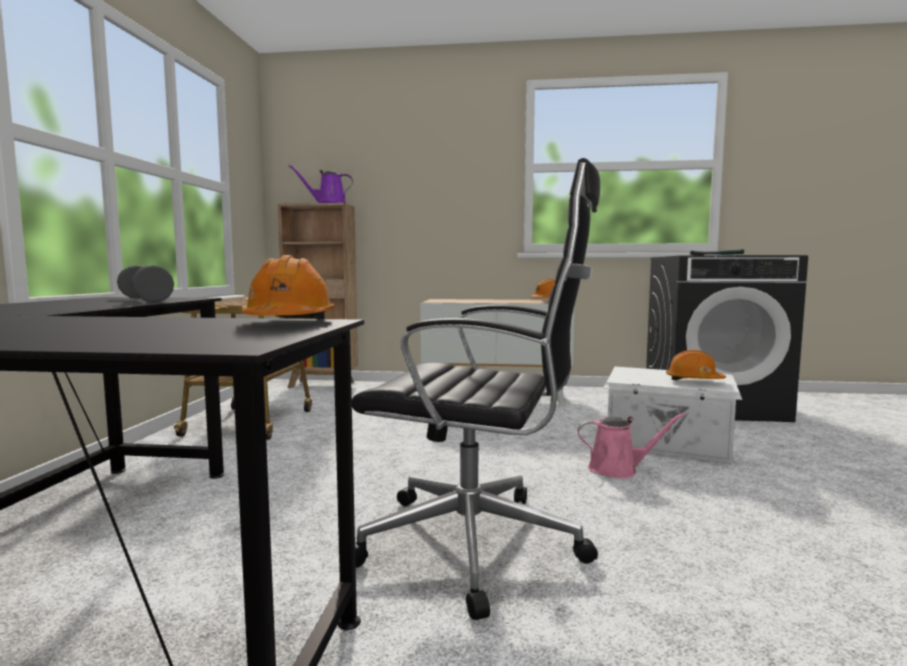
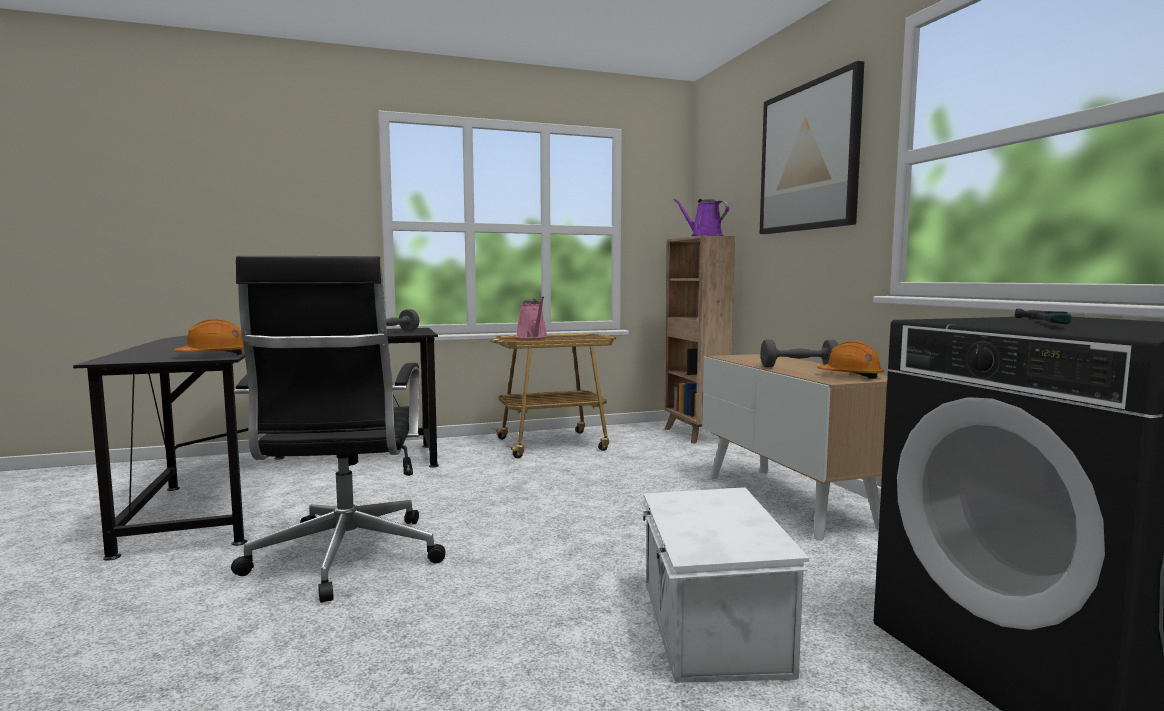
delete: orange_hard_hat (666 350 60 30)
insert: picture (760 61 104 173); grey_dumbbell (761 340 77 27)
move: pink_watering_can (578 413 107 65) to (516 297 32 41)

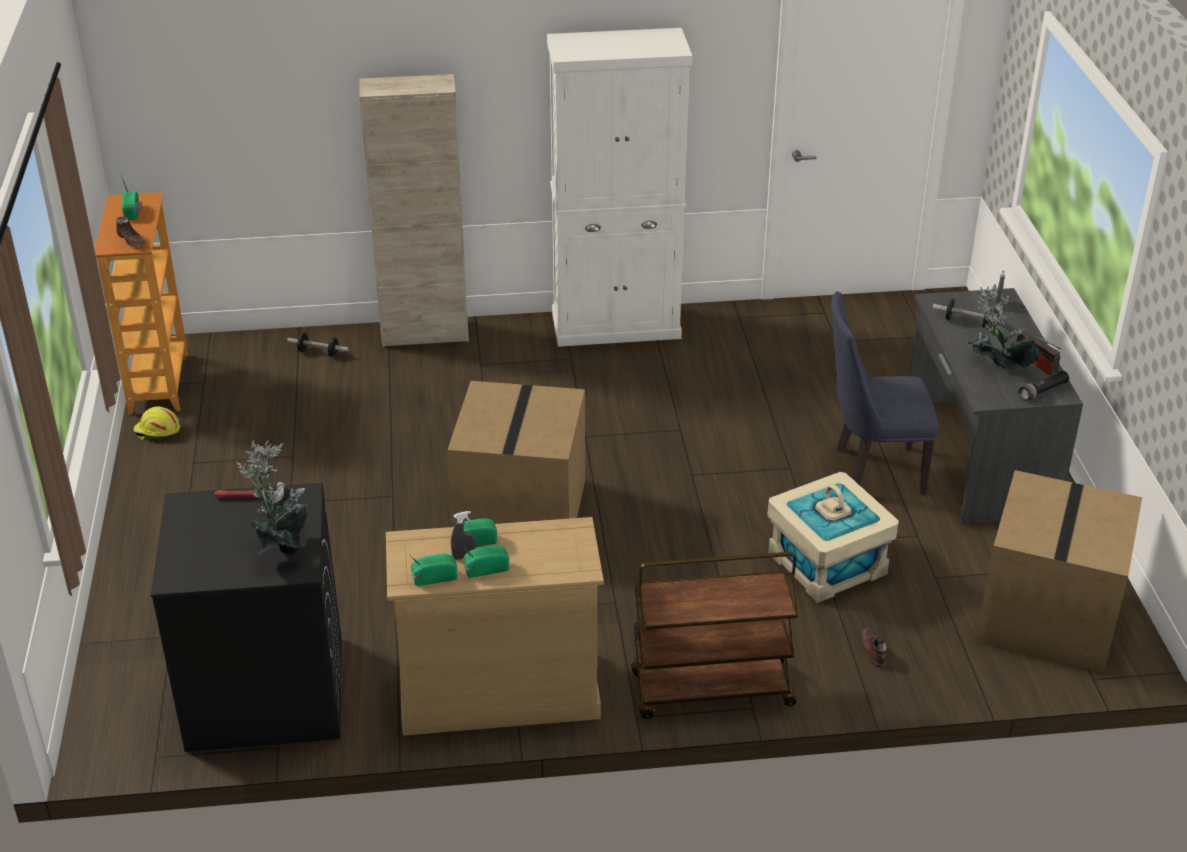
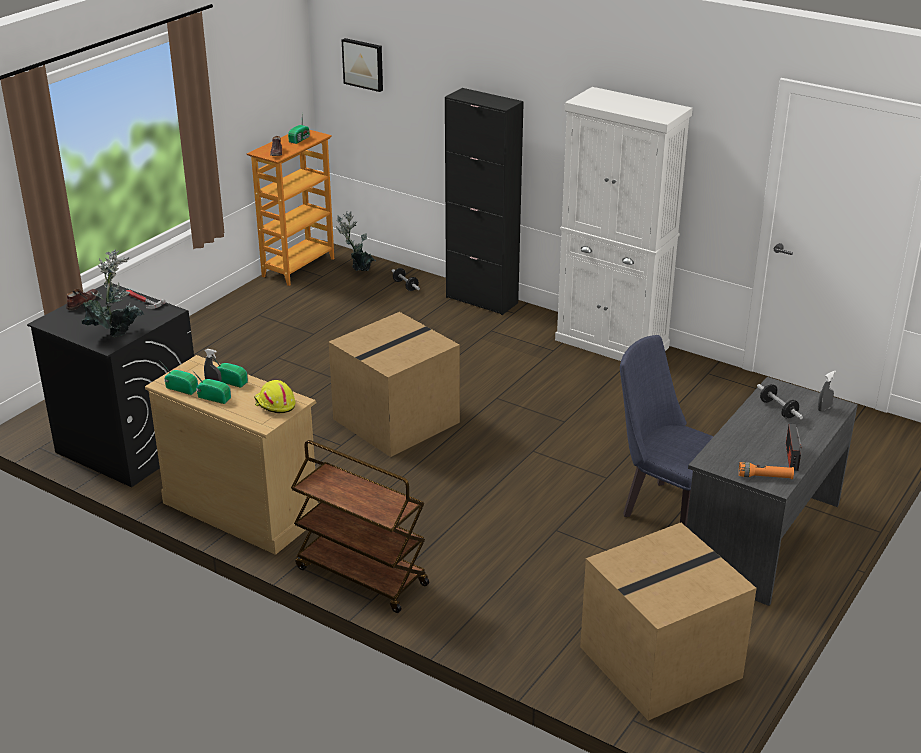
delete: beige_storage_box (767 472 132 131)
insert: picture (342 38 41 54)
move: yellow_hard_hat (134 406 46 34) to (254 380 42 33); brown_shoe (861 627 25 41) to (67 289 31 22); potted_plant (968 284 72 87) to (336 211 40 60)
recolor: beige_cabinet (360 74 109 273) to black_cabinet (445 88 79 227); black_flashlight (1019 371 50 30) to orange_flashlight (739 462 55 17)

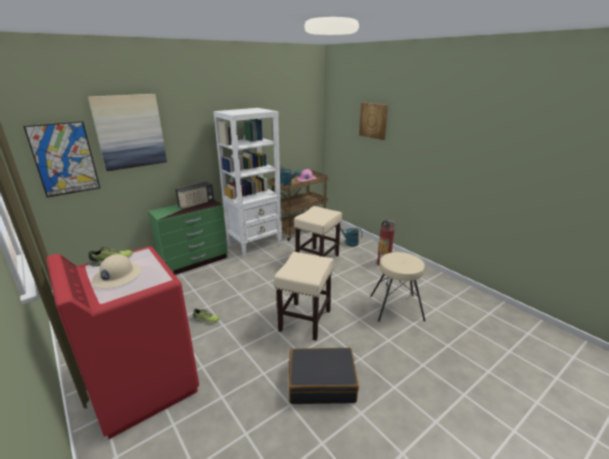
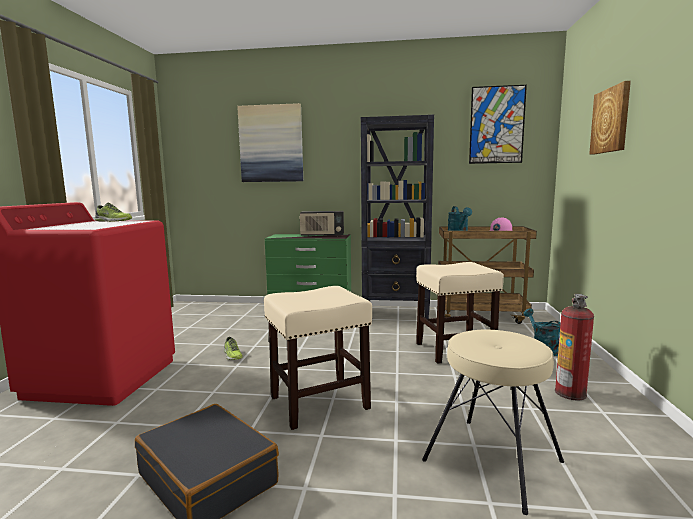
delete: beige_hard_hat (92 254 50 34)
move: picture (23 121 77 77) to (469 85 58 79)
recolor: white_bookcase (213 108 69 150) to black_bookcase (361 115 73 204)

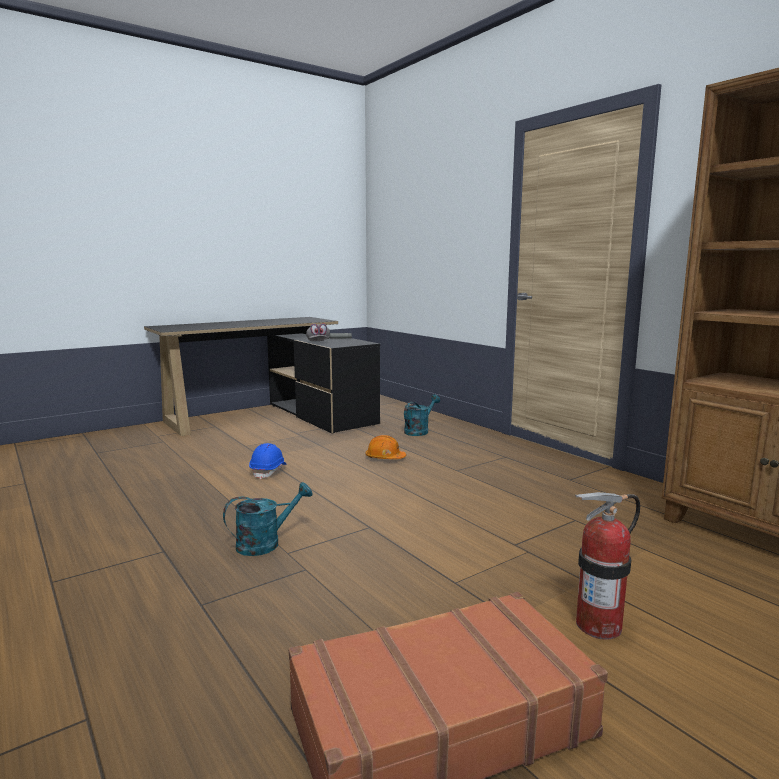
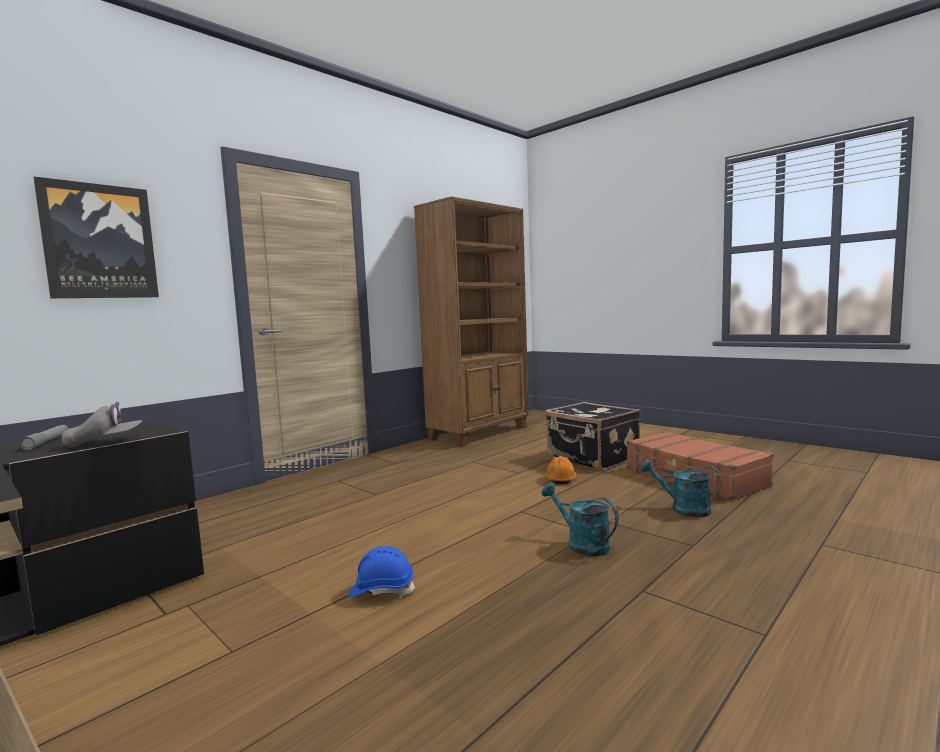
insert: picture (33 177 126 121)
move: orange_hard_hat (365 435 41 24) to (545 456 32 29); turquoise_watering_can (404 394 36 42) to (640 459 82 58)
replace: fire_extinguisher (575 492 65 148) to black_suitcase (545 402 95 68)

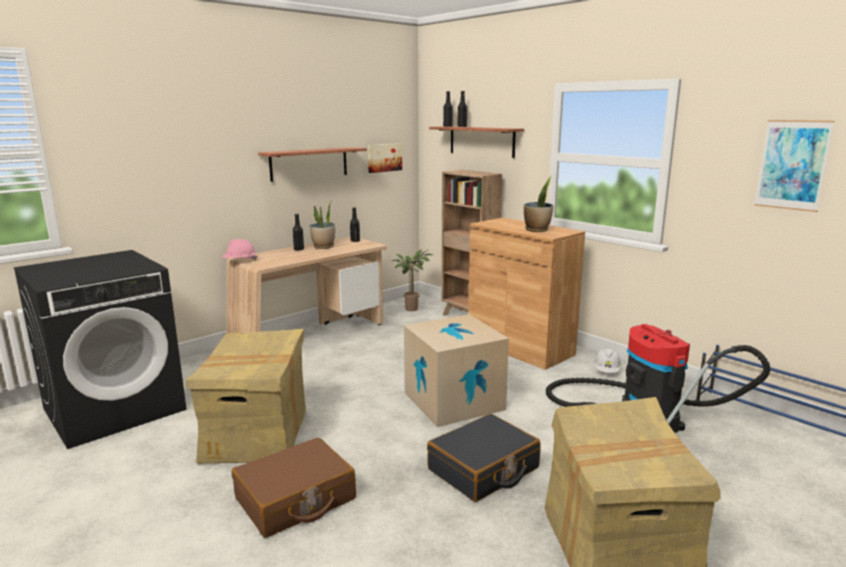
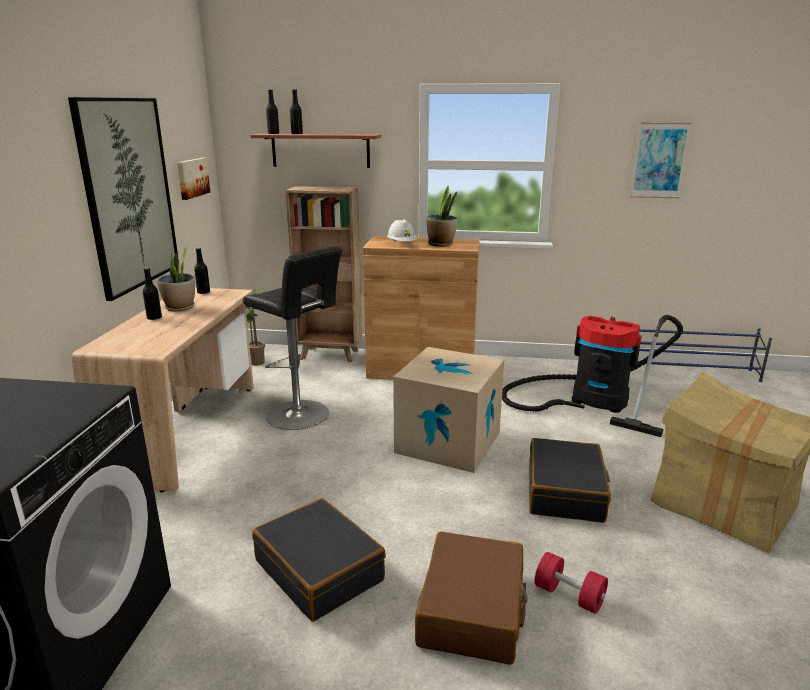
delete: pink_hard_hat (222 239 35 22)
insert: black_stool (243 246 99 184); red_dumbbell (535 552 73 62)
move: white_hard_hat (594 348 28 25) to (387 220 30 22)
replace: cardboard_box (185 329 121 134) to black_suitcase (252 498 134 124); shelf (258 147 109 35) to picture (68 97 110 204)

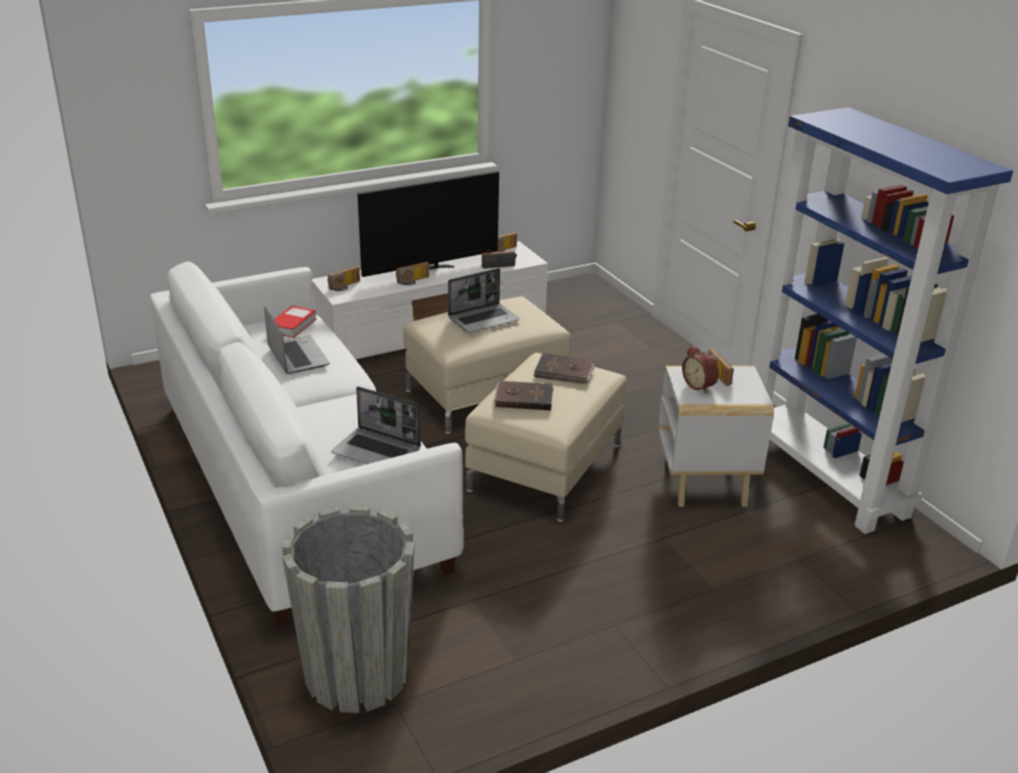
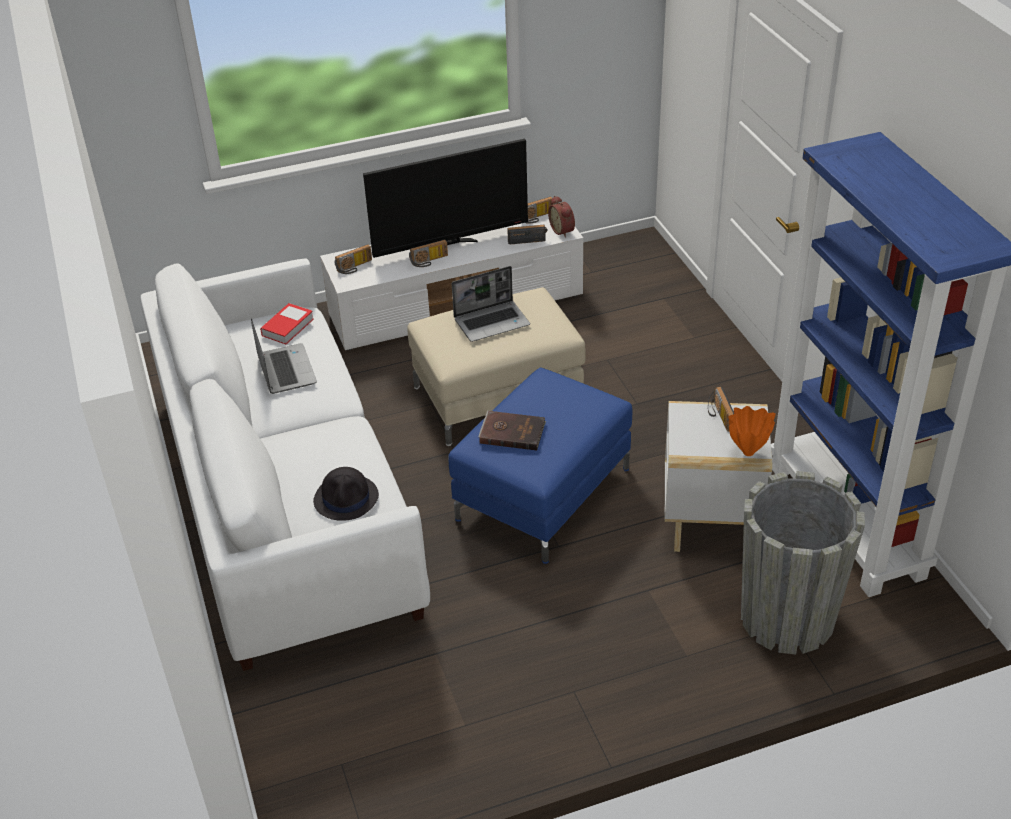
delete: brown_book (534 353 61 31)
insert: orange_vase (729 406 47 50)
move: grey_planter (282 505 133 208) to (741 471 124 184); alarm_clock (682 345 37 48) to (548 196 27 42)
replace: laptop (331 386 90 78) to black_hat (313 467 66 54)
recolor: beige_ottoman (465 353 162 169) to blue_ottoman (448 367 184 197)

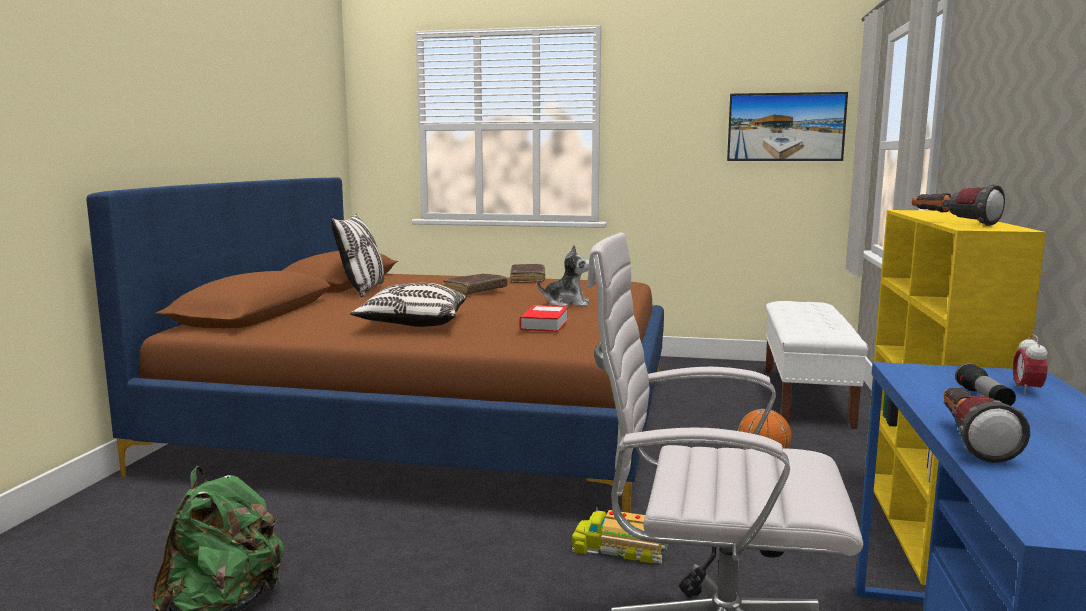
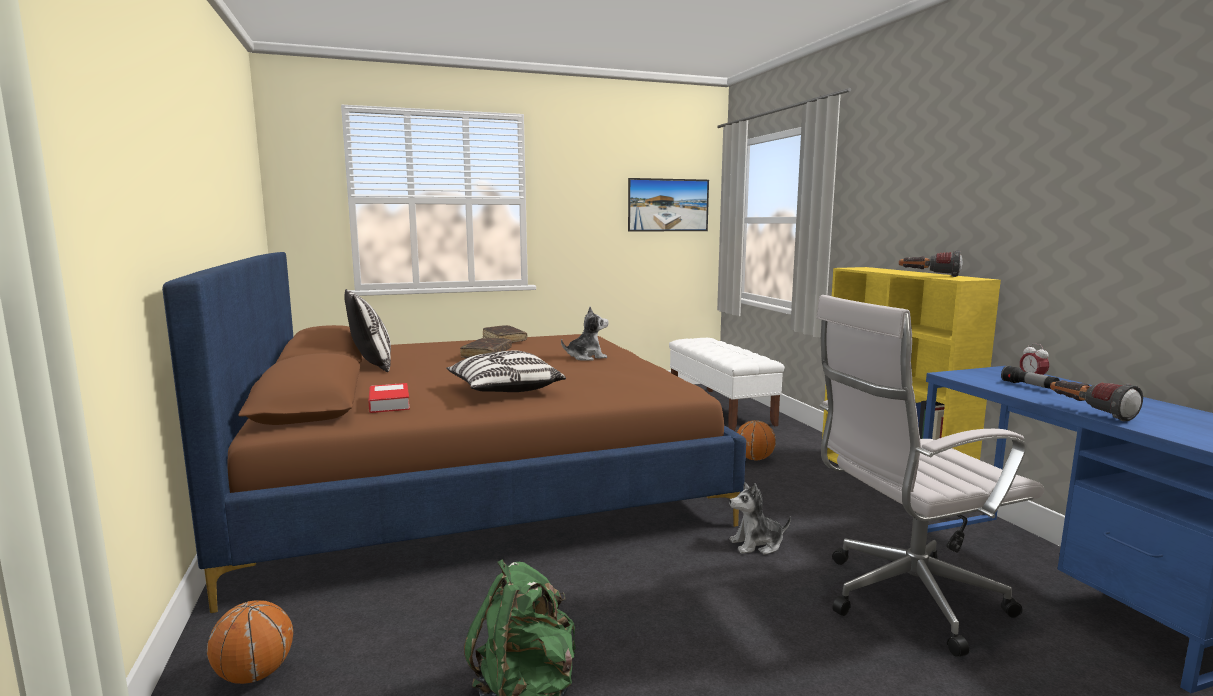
insert: basketball (207 600 86 84)
move: book (520 305 48 27) to (369 383 41 30)
replace: toy_truck (572 507 96 57) to plush_toy (729 482 62 73)

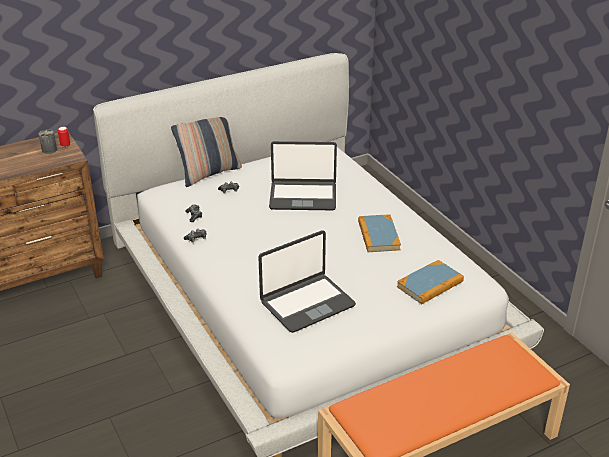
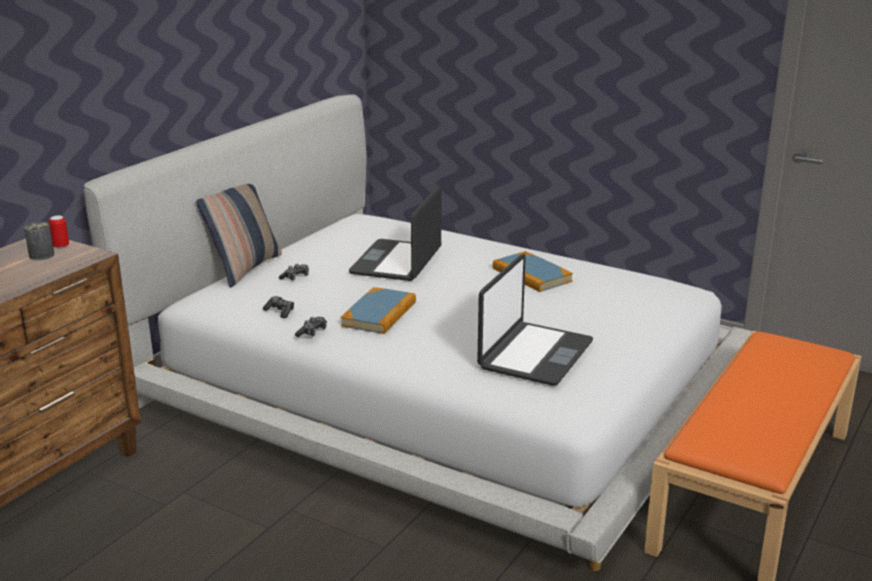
move: book (397 260 67 44) to (340 287 76 47)
rotate: laptop (269 141 68 69) = (349 186 92 95) 135 degrees clockwise

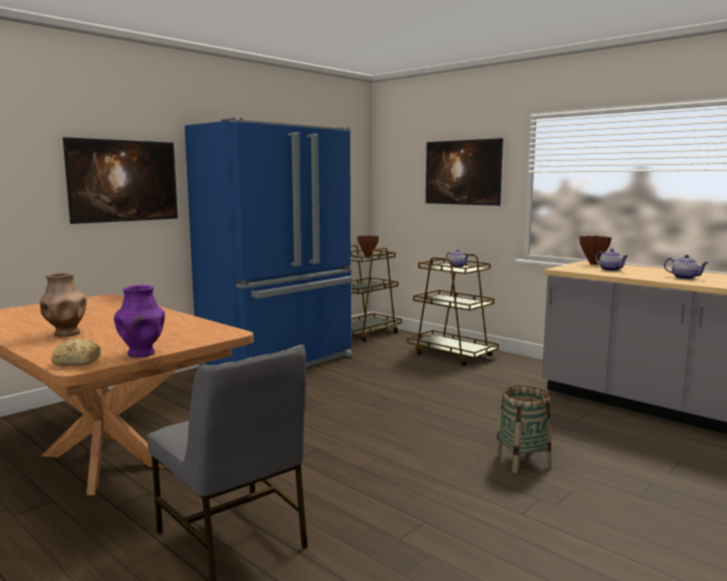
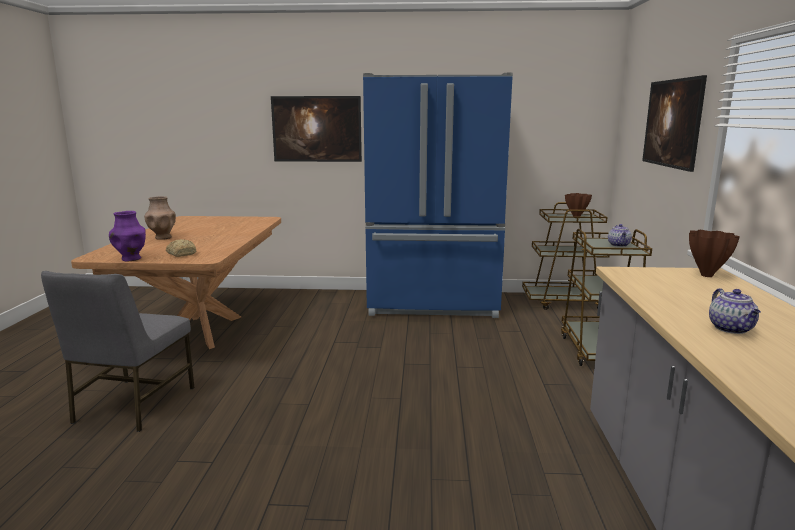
delete: basket (495 385 56 88); teapot (595 248 33 23)
move: bread (51 339 50 27) to (166 239 30 18)

